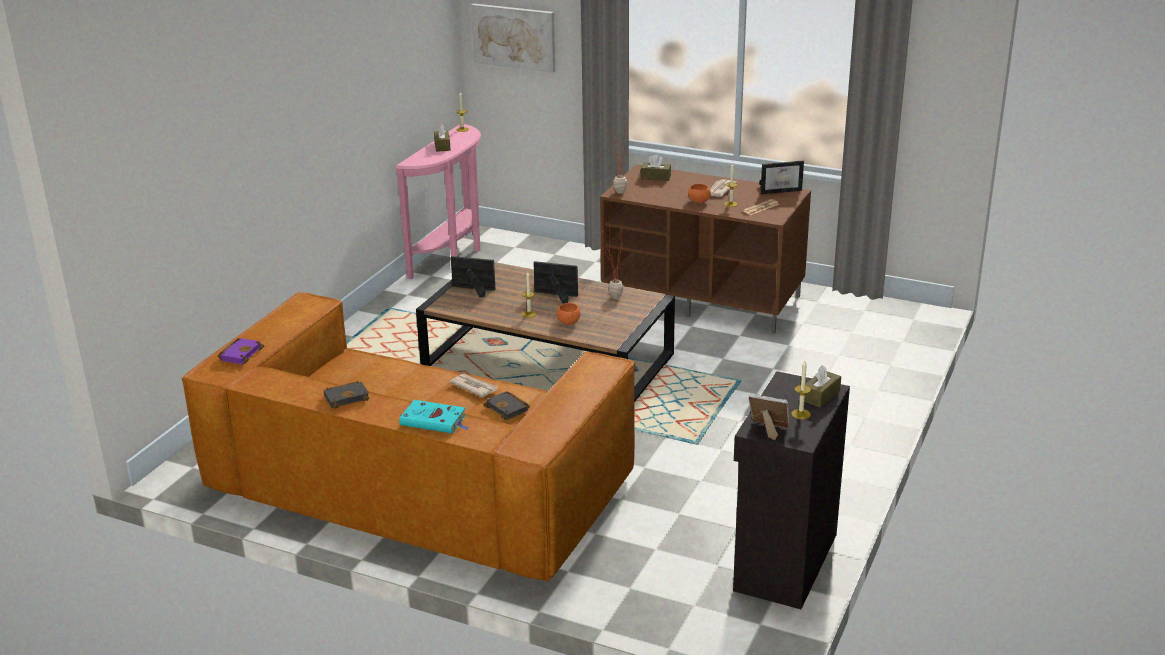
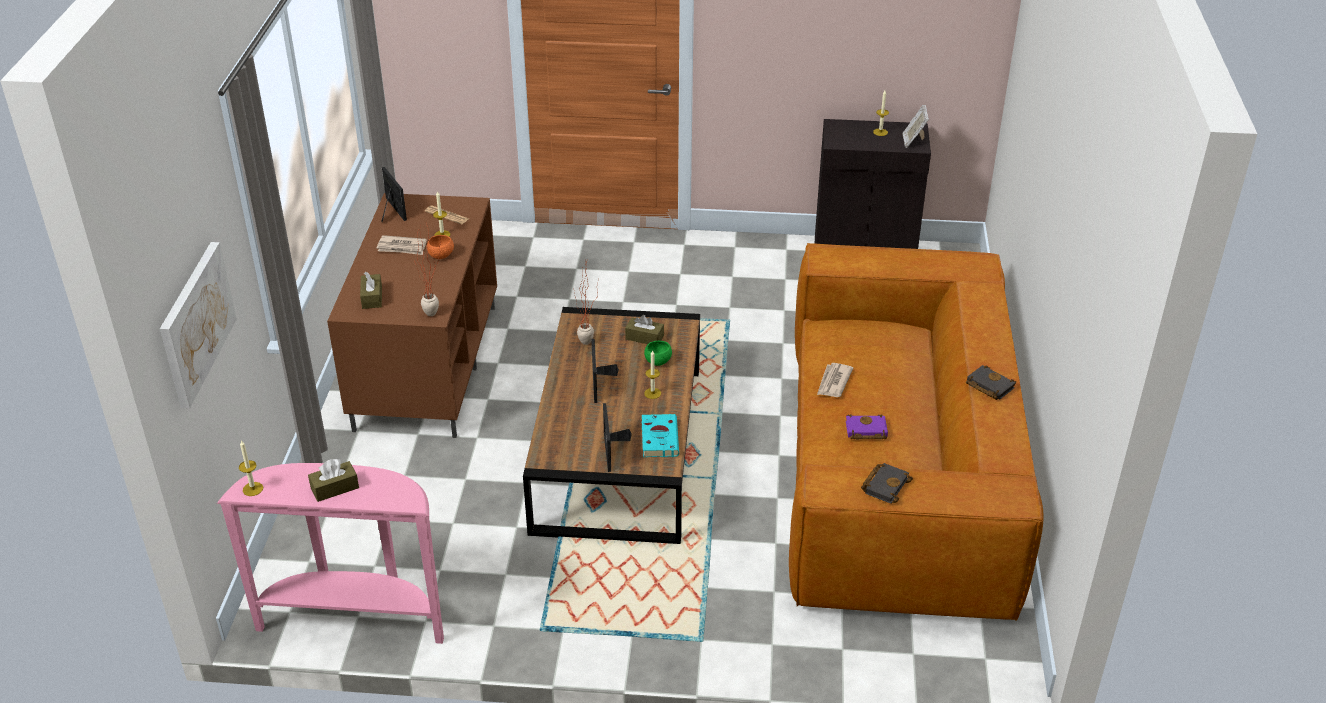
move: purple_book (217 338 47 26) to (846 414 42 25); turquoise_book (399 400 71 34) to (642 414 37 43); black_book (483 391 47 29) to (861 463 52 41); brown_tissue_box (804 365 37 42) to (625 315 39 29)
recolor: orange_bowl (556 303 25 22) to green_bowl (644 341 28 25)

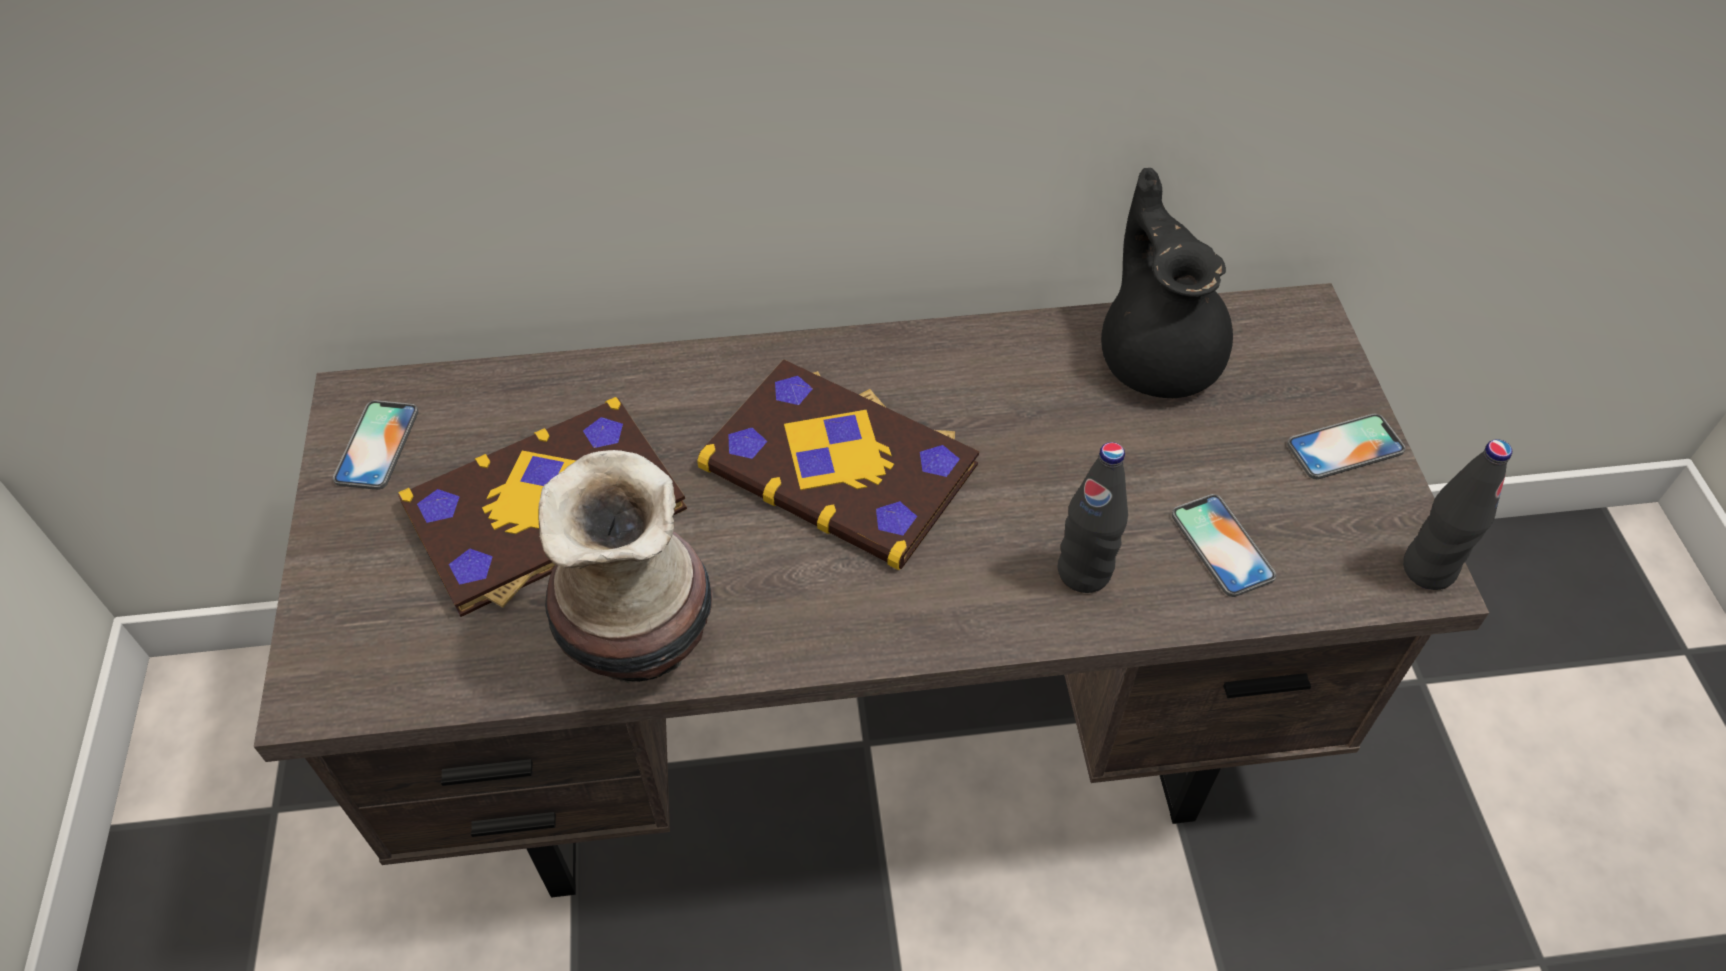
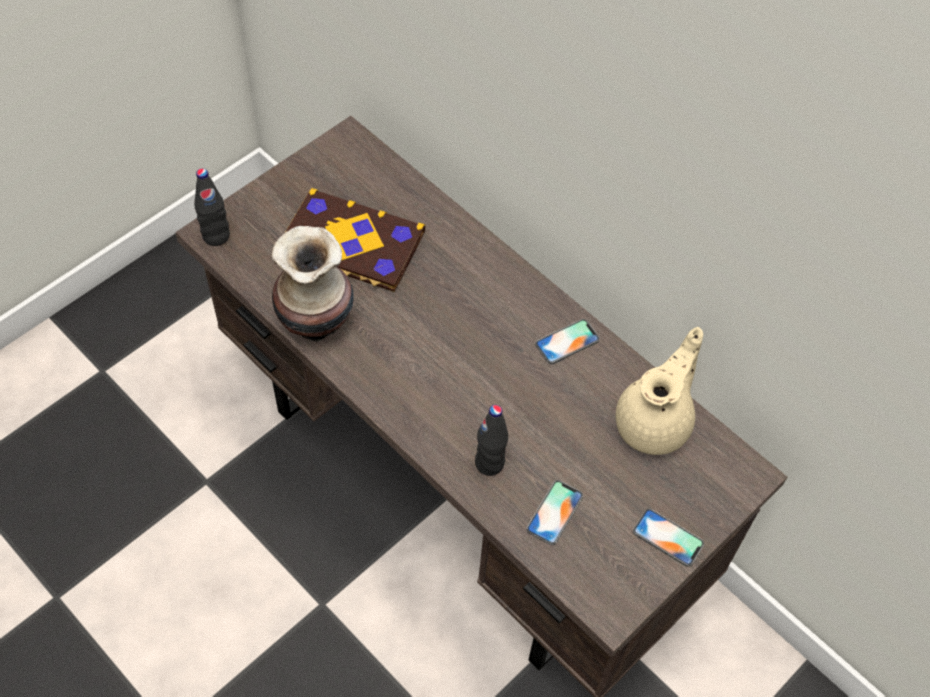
delete: book (697 359 282 211)
move: phone (333 400 85 90) to (535 319 65 45); black_bottle (1403 439 109 151) to (194 168 36 78)
recolor: black_teapot (1101 168 132 230) to beige_teapot (616 327 87 128)

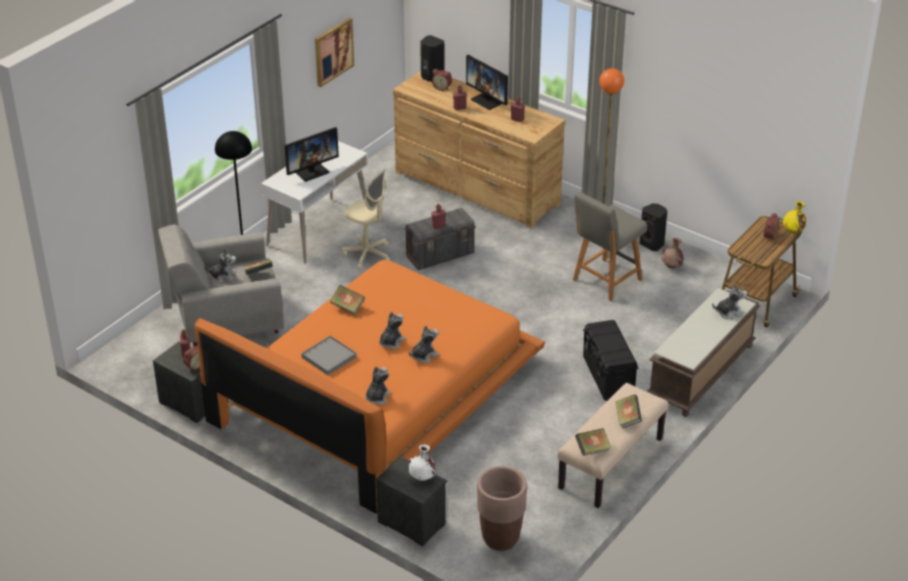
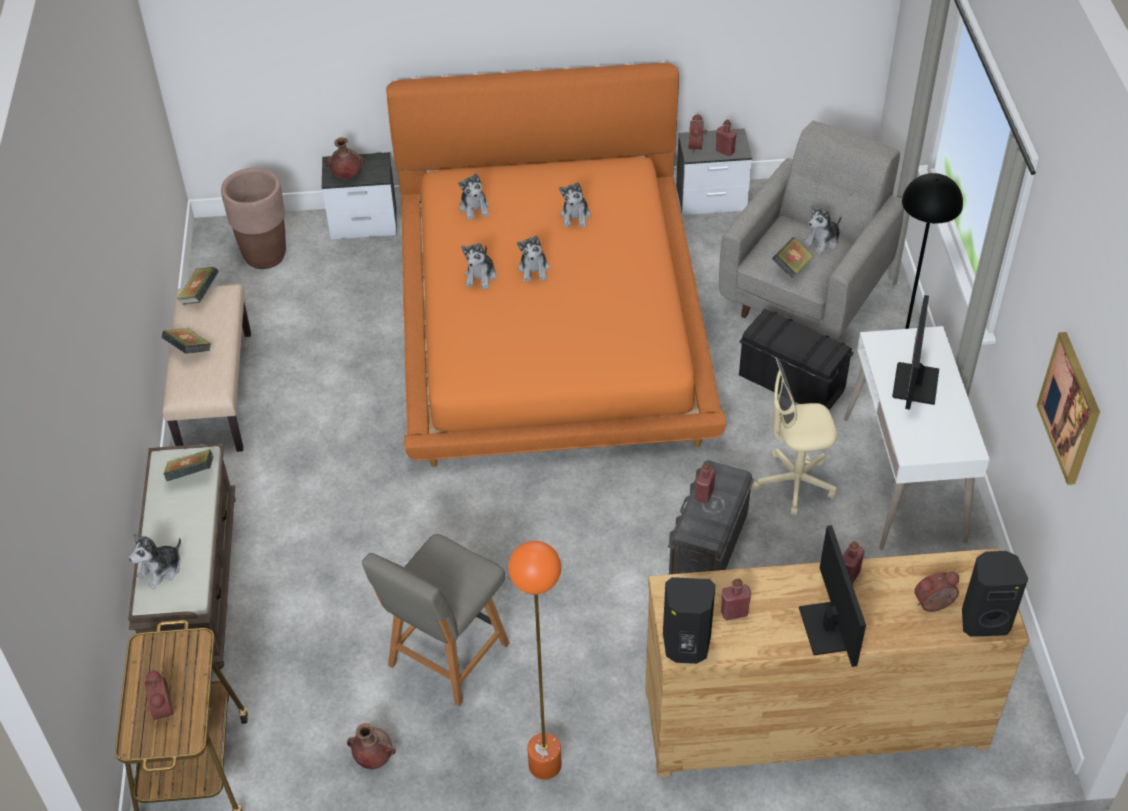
delete: yellow_vase (783 201 23 31)
move: book (330 285 35 30) to (164 449 49 32); black_storage_box (583 320 56 81) to (739 309 115 101); black_speaker (640 203 27 48) to (663 577 53 87)
replace: grey_tray (301 336 56 39) to plush_toy (559 182 32 46)
recolor: white_vase (408 444 29 37) to brown_vase (326 137 39 42)
rotate: monitor (466 55 42 55) = (799 525 67 142) 75 degrees clockwise; grey_chair (573 192 74 109) = (362 534 147 172) 150 degrees counterclockwise

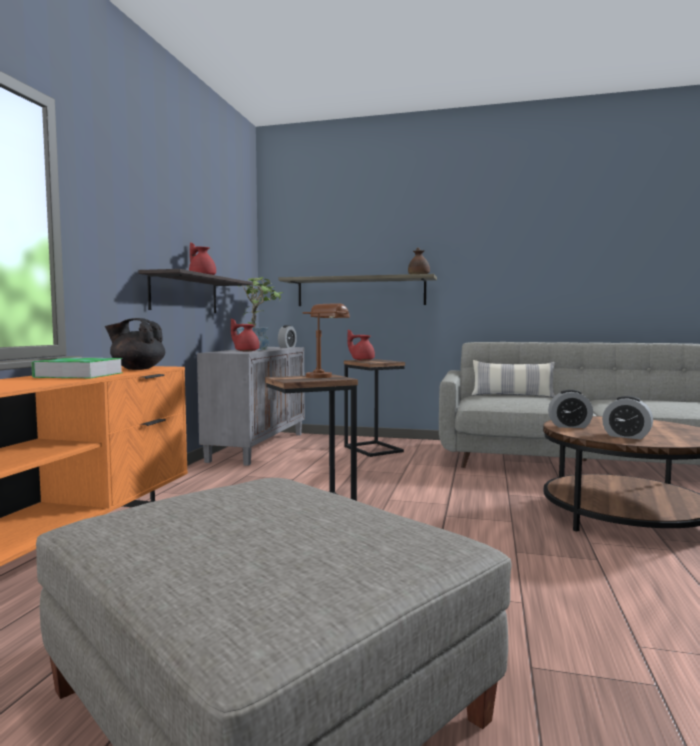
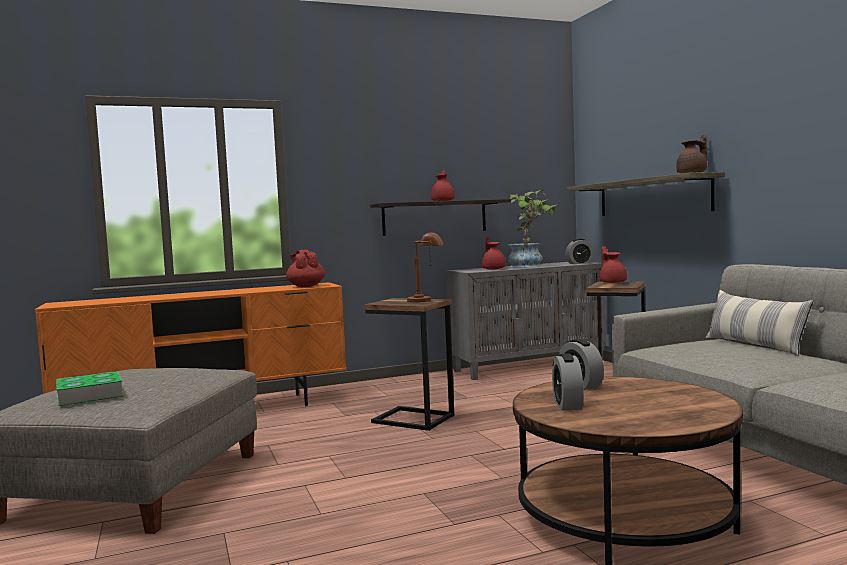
move: book (31 358 92 20) to (56 371 68 35)
recolor: black_teapot (105 318 60 52) to red_teapot (286 250 39 37)

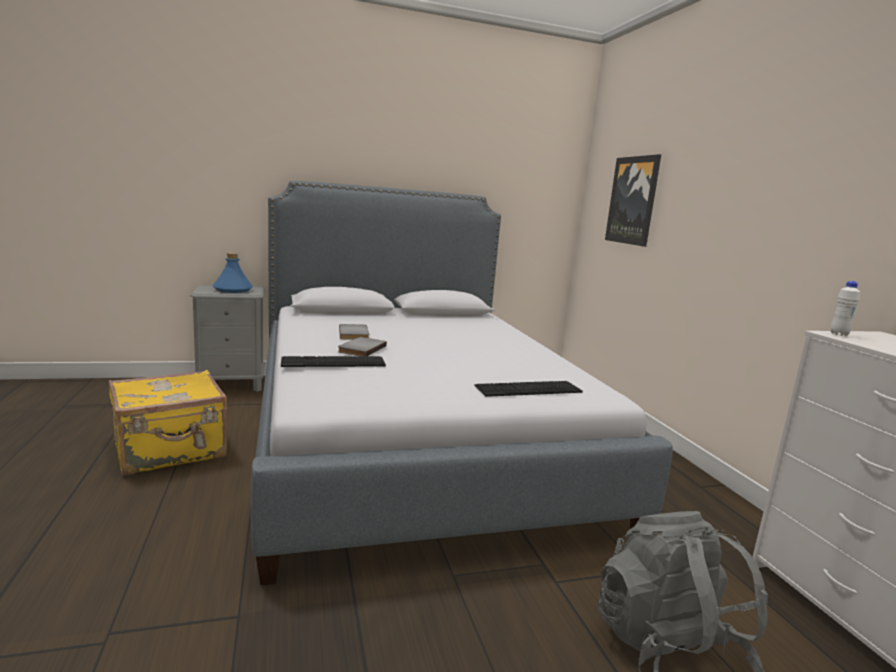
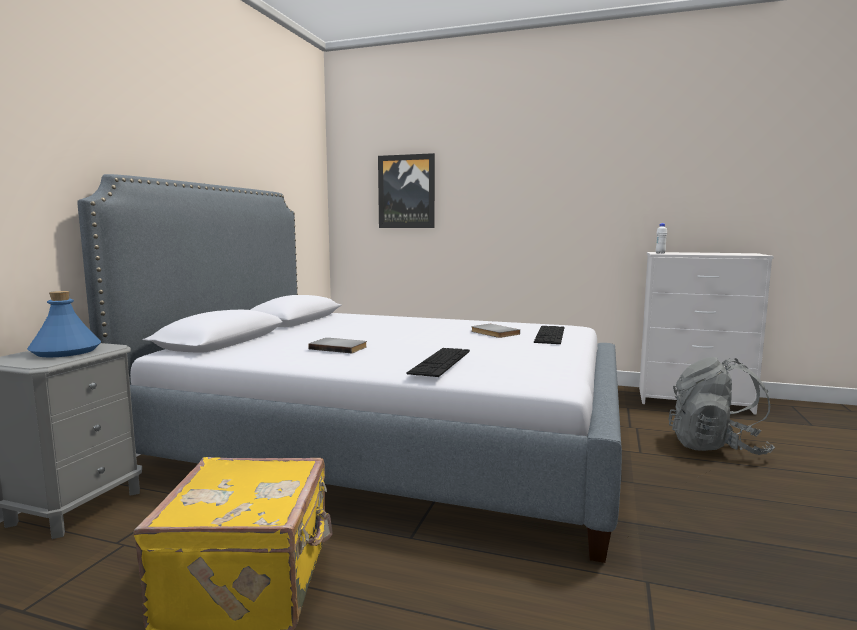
move: grey_book (338 337 49 19) to (471 324 49 14)

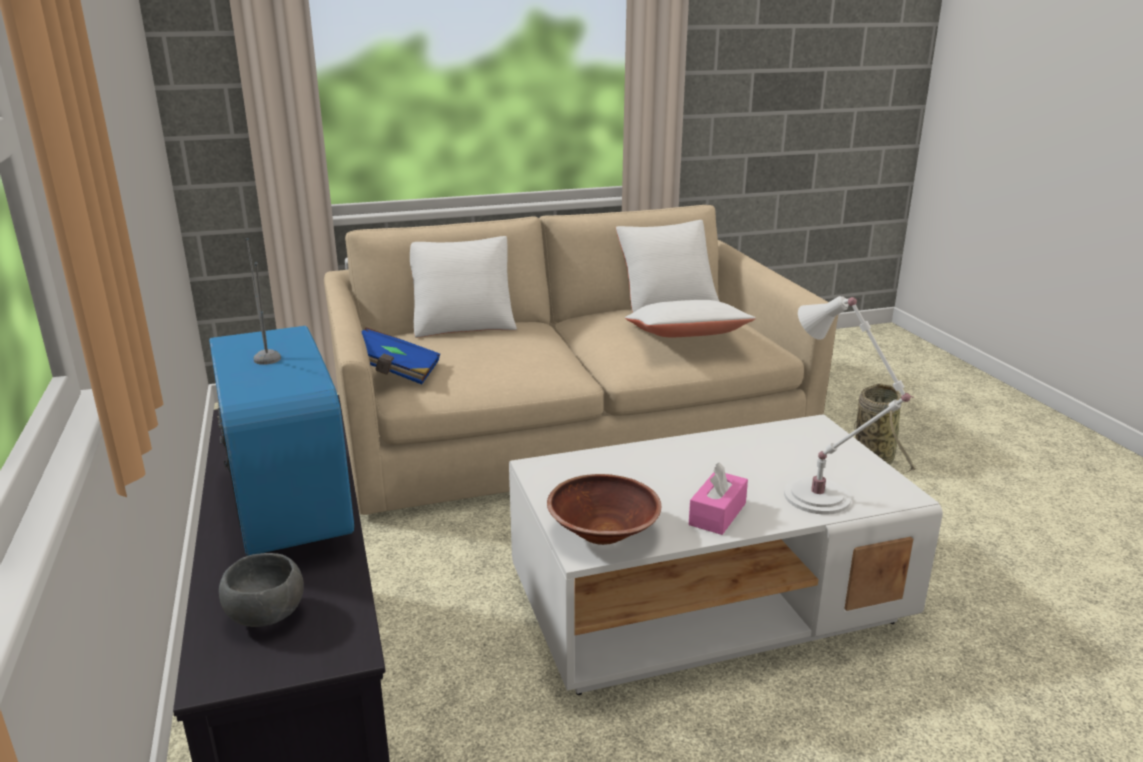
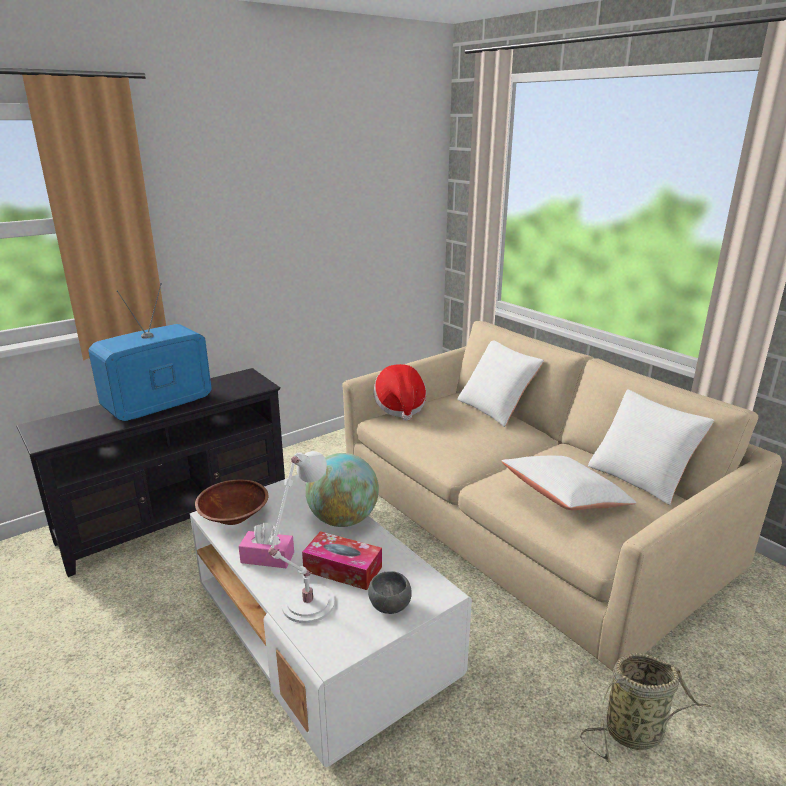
insert: tissue_box (302 531 80 59); globe (305 453 74 74)
move: grey_bowl (219 553 85 74) to (368 571 44 43)
replace: blue_book (361 327 79 58) to hat (373 364 53 57)

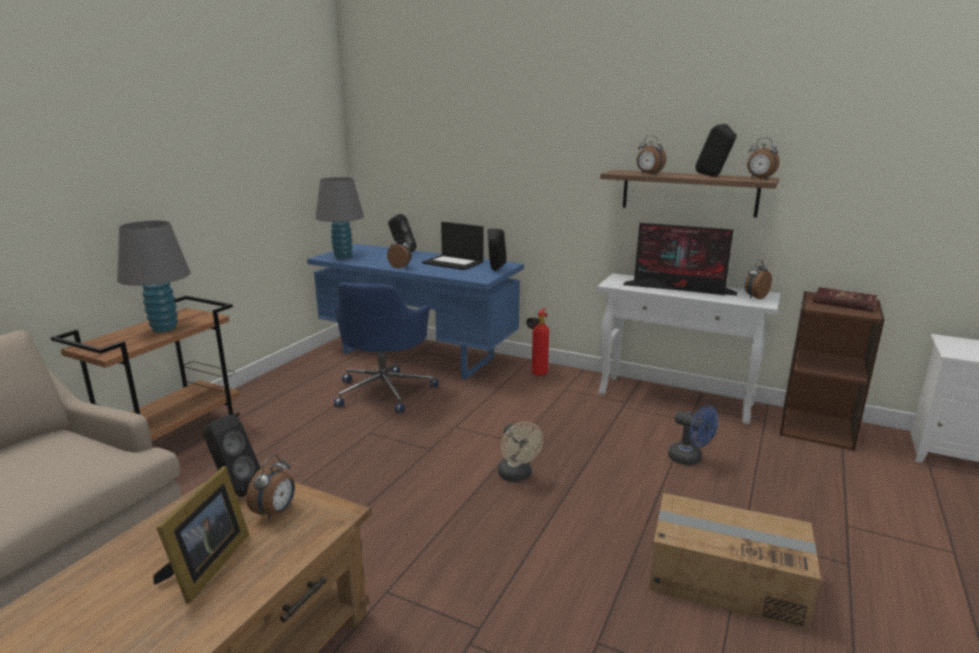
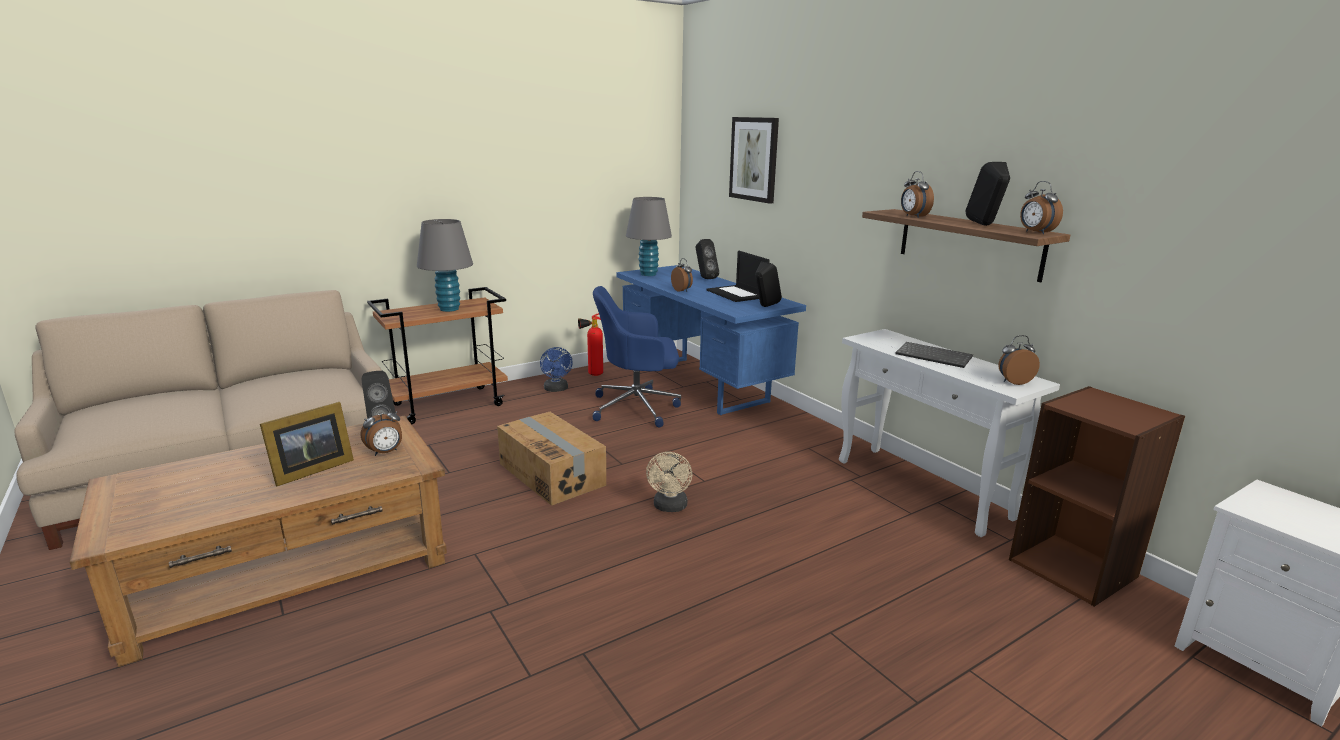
delete: red_book (813 287 64 25)
insert: picture (729 117 50 87)
move: fire_extinguisher (526 308 23 68) to (578 313 25 63); cardboard_box (649 493 172 137) to (497 412 109 94); blue_fan (668 405 50 60) to (540 347 33 45)
replace: monitor (623 223 114 73) to keyboard (895 342 78 26)
rotate: blue_office_chair (334 282 104 131) = (593 286 88 141) 45 degrees clockwise

